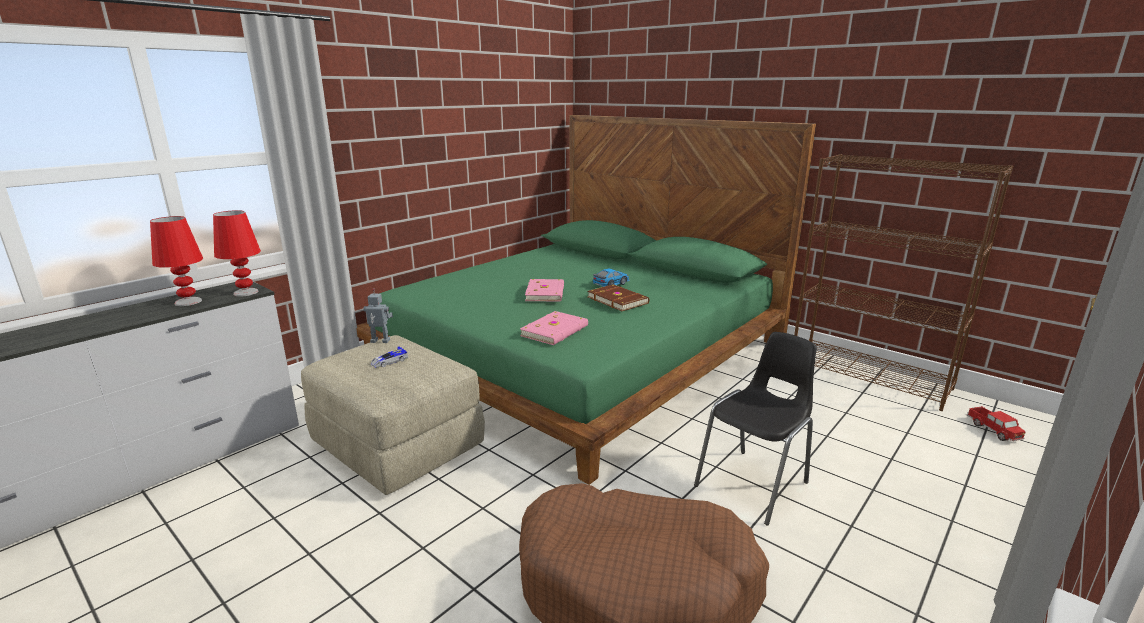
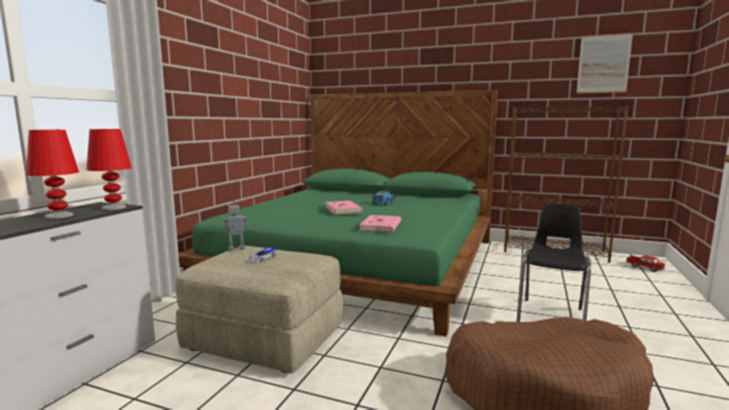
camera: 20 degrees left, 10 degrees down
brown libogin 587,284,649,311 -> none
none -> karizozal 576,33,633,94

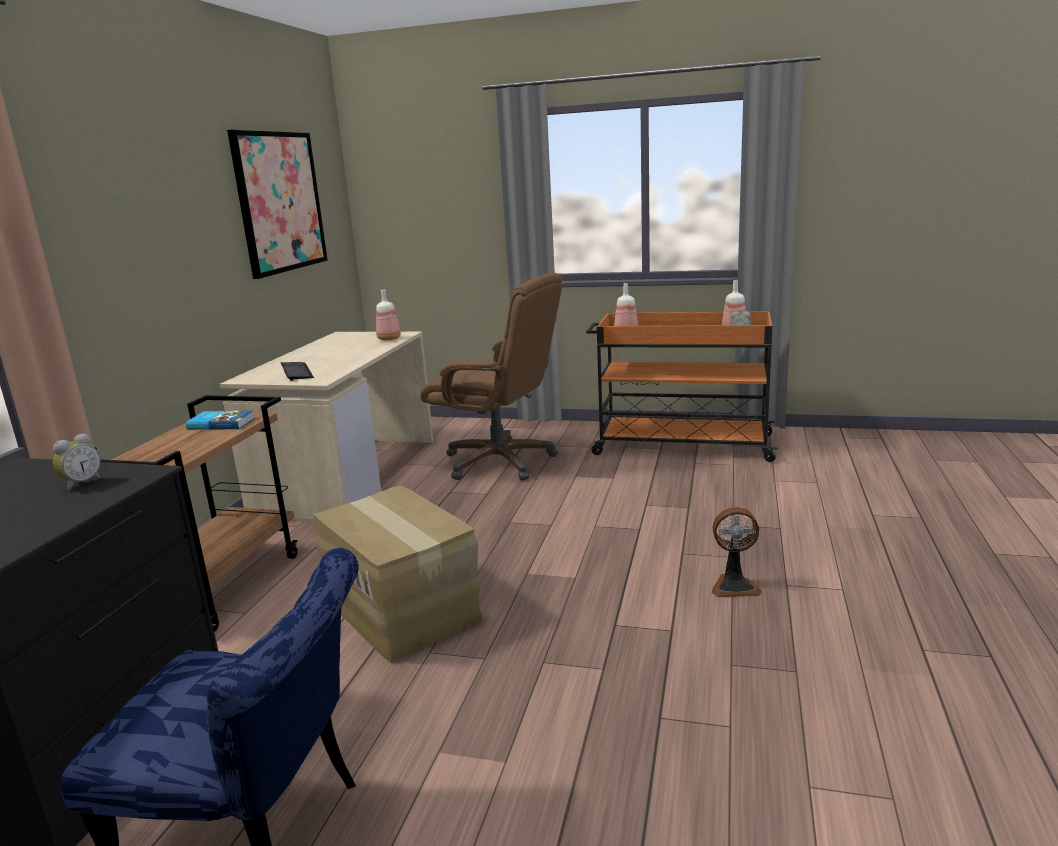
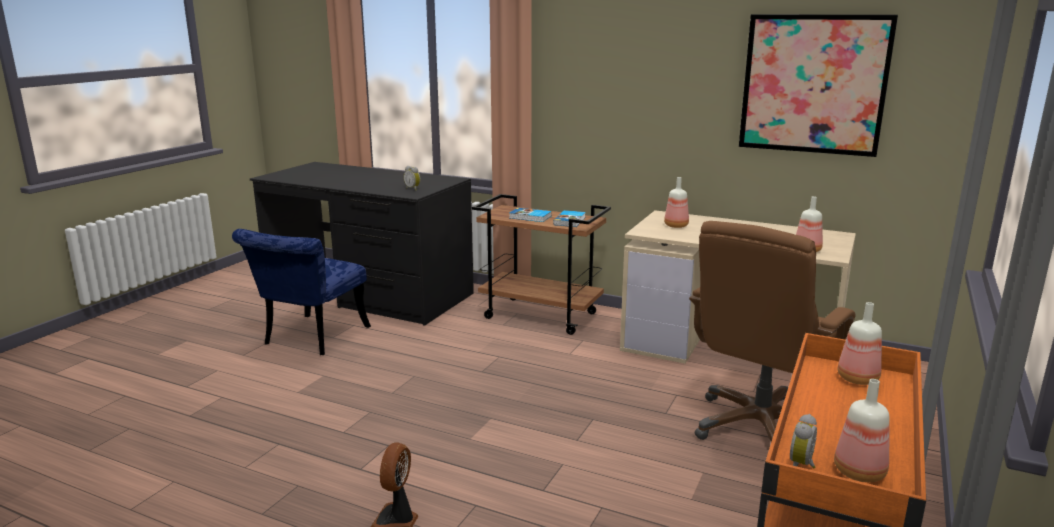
camera: 100 degrees right, 0 degrees up
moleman 281,362,314,381 -> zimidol 664,177,689,228
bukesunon 314,485,483,663 -> none
none -> libogin 509,208,552,222

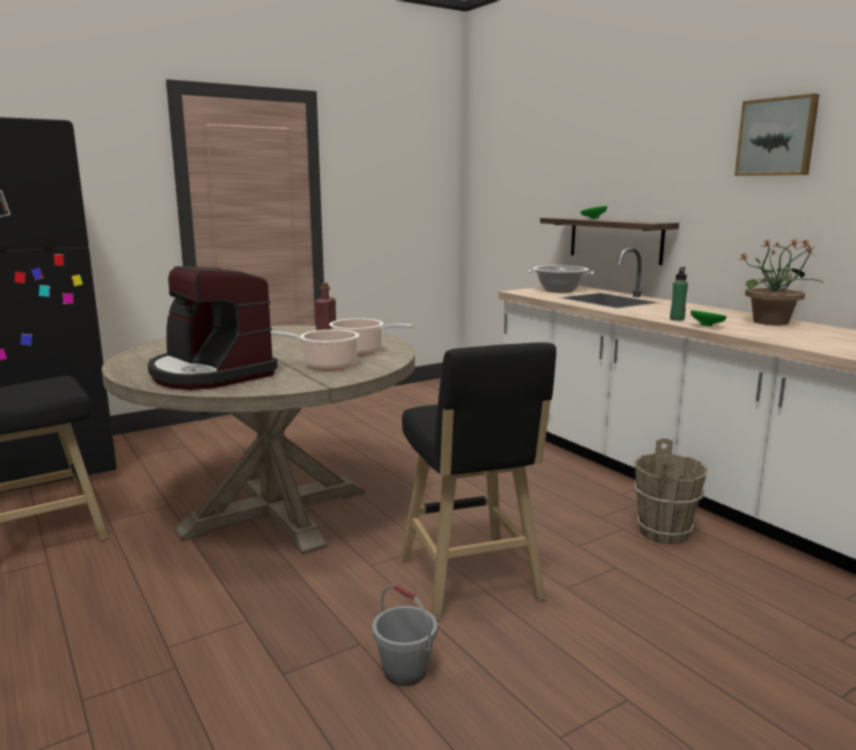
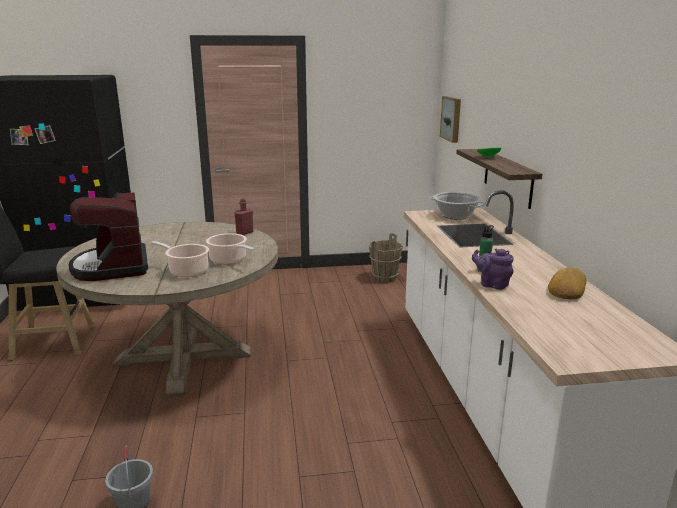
camera: 25 degrees right, 5 degrees up
karizozal 735,94,819,176 -> karizozal 440,96,461,143, relocated
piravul 740,238,824,325 -> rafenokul 548,268,586,300
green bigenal 691,310,727,327 -> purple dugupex 472,249,514,290
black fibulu 400,342,556,621 -> none
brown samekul 634,438,708,545 -> brown samekul 369,233,403,283, relocated

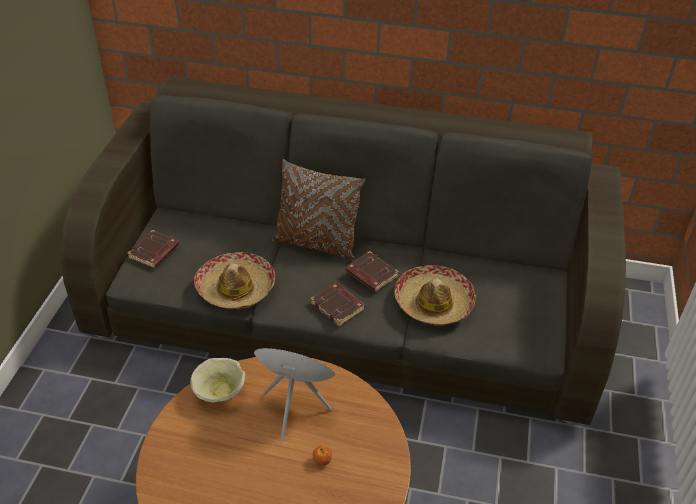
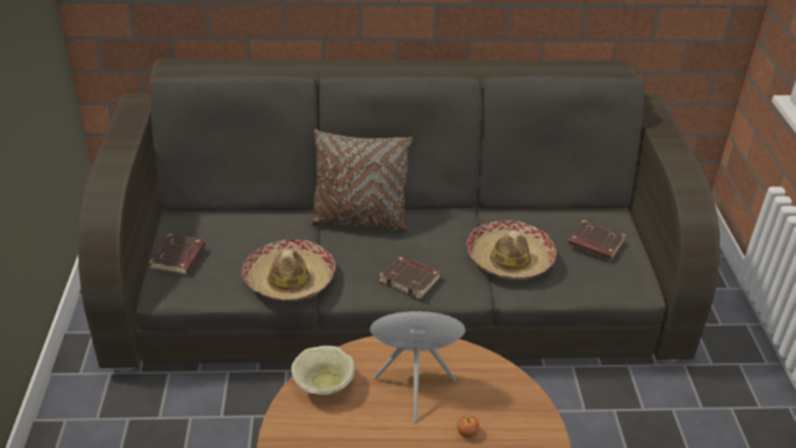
camera: 15 degrees left, 5 degrees down
brown libogin 346,251,399,292 -> brown libogin 568,220,626,260, relocated

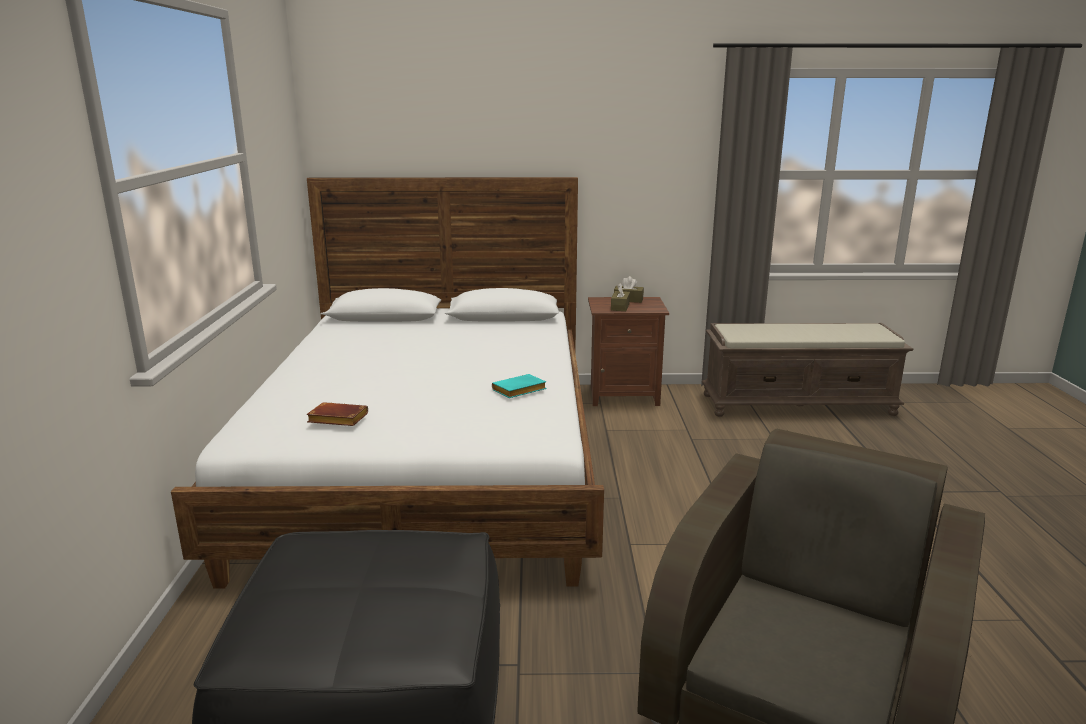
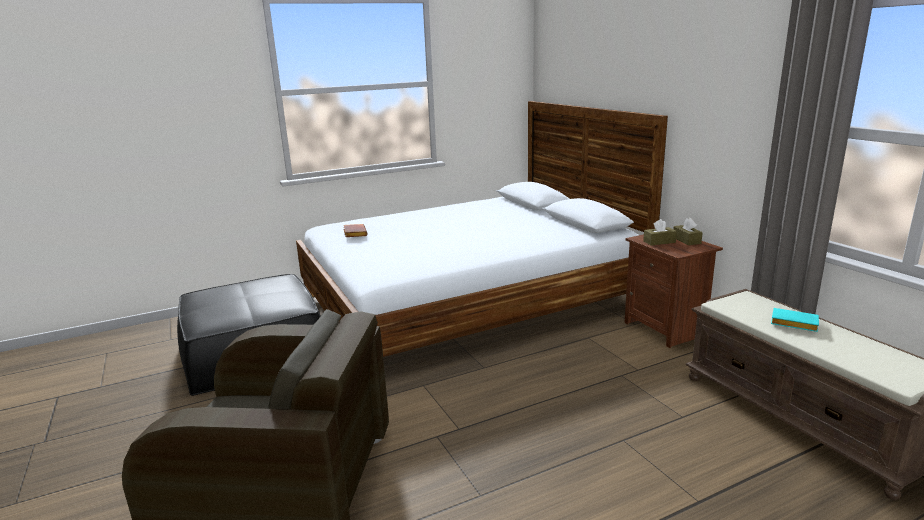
camera: 65 degrees right, 0 degrees up
turquoise libogin 492,374,547,398 -> turquoise libogin 771,308,819,332, relocated

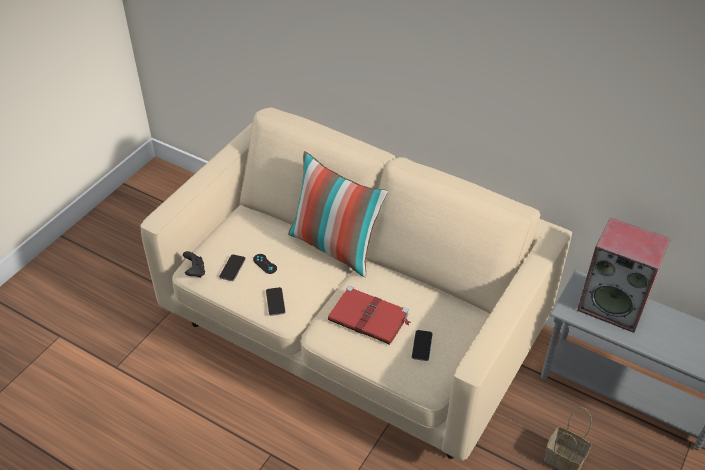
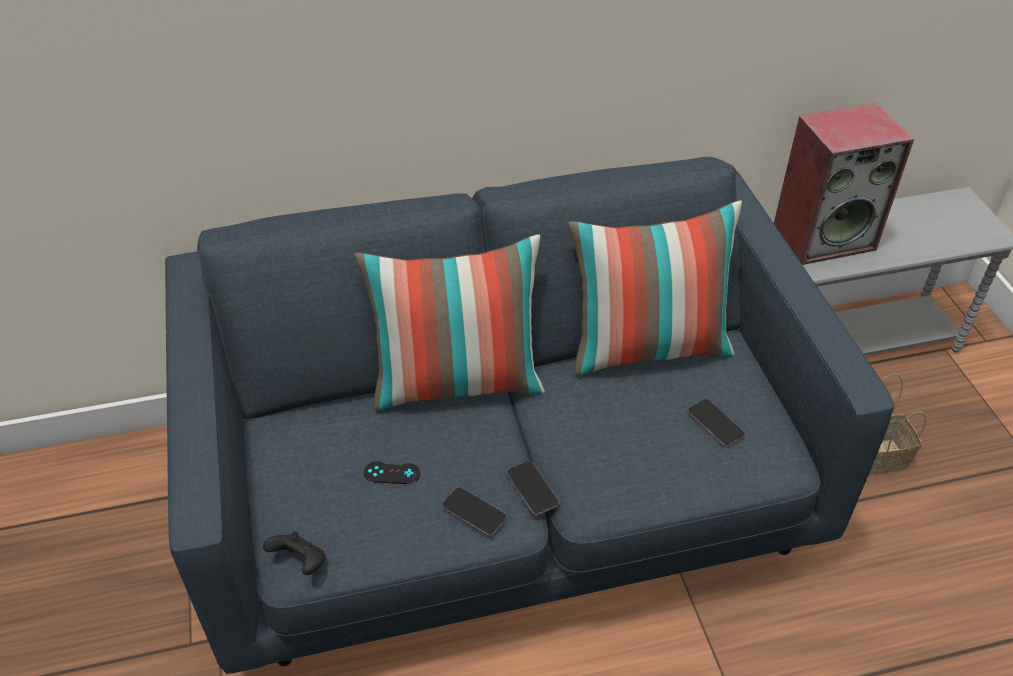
camera: 45 degrees left, 0 degrees up
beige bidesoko 140,107,572,461 -> blue bidesoko 165,157,894,674
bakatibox 219,254,246,281 -> bakatibox 507,461,559,516, relocated
red libogin 328,286,411,345 -> none
none -> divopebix 568,200,742,376

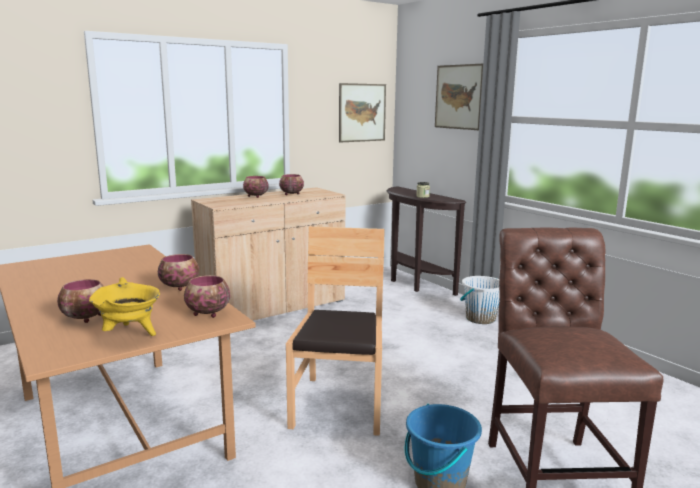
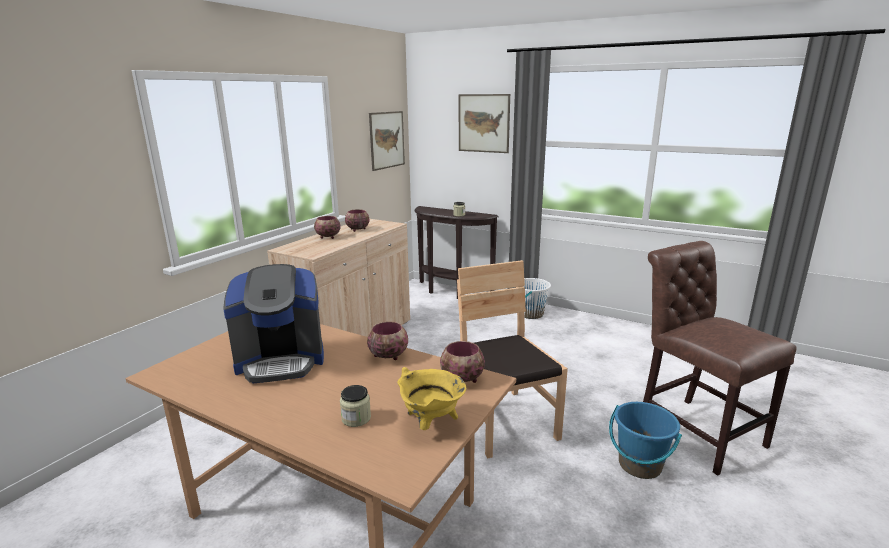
camera: 25 degrees left, 5 degrees up
bigenal 57,279,104,323 -> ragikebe 340,385,371,427
none -> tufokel 223,264,324,383

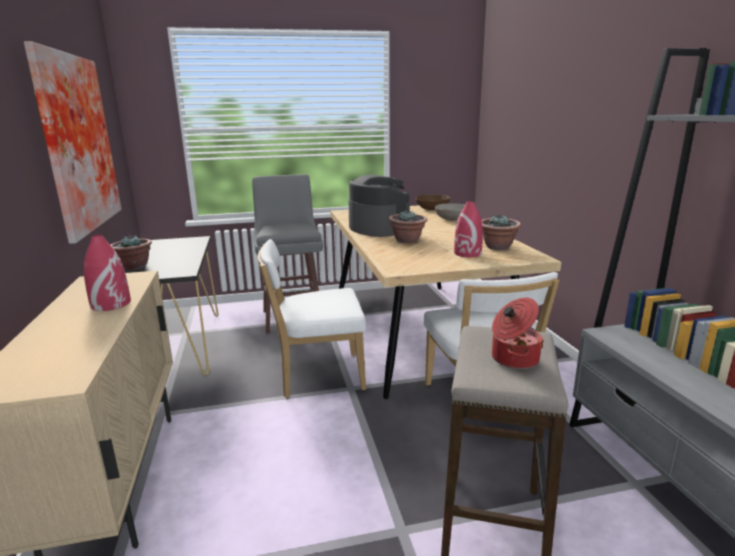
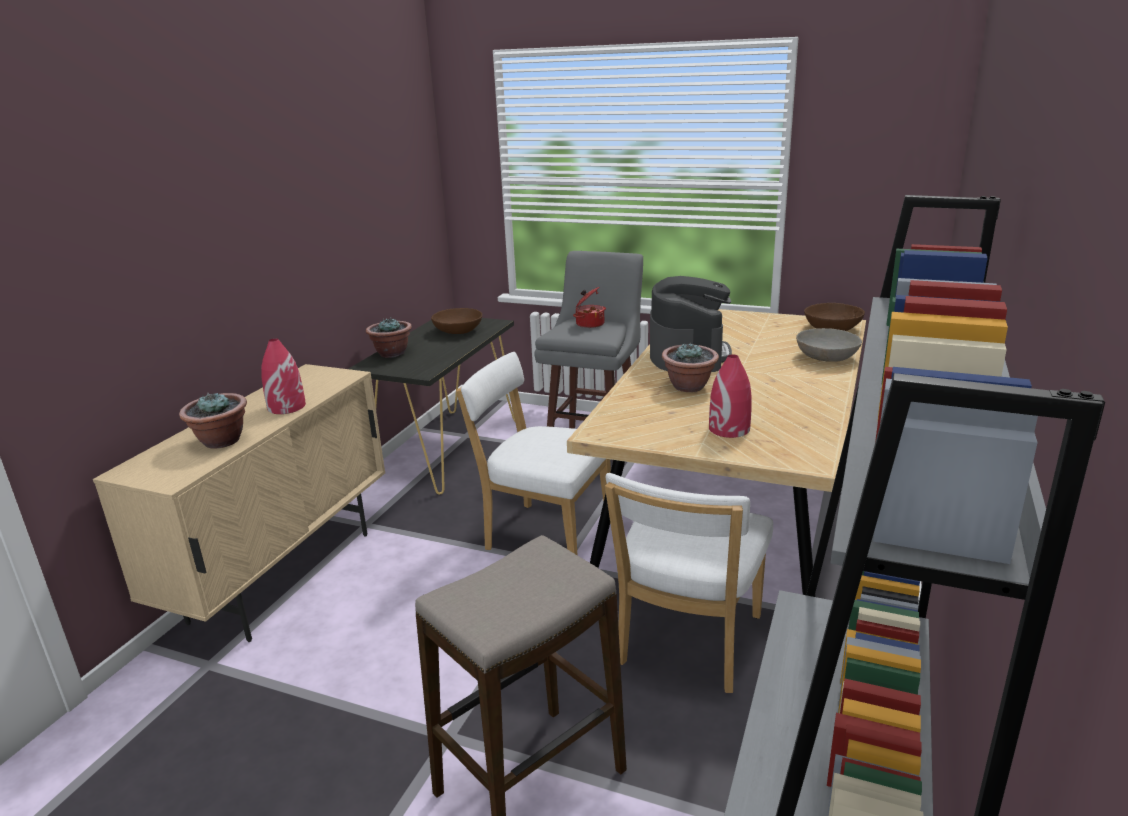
camera: 35 degrees right, 5 degrees up
karizozal 24,41,122,244 -> none
piravul 482,215,521,250 -> piravul 179,392,247,448, relocated
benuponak 492,298,544,369 -> benuponak 573,287,606,328, relocated
none -> brown bigenal 431,308,482,334

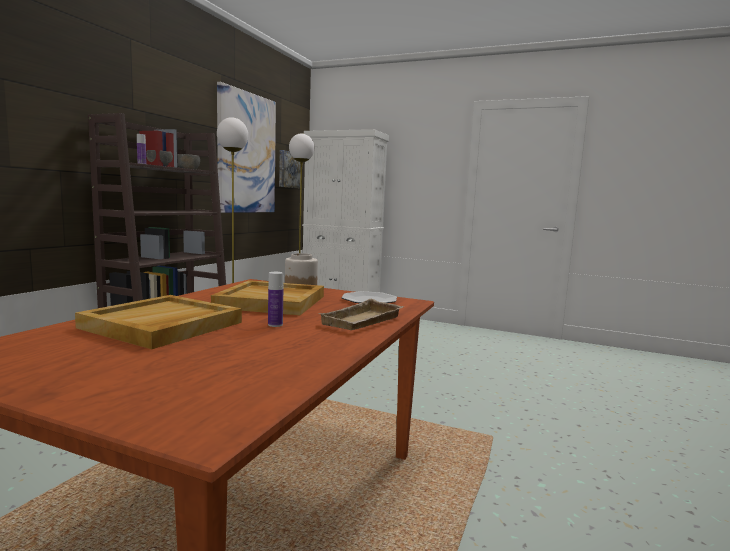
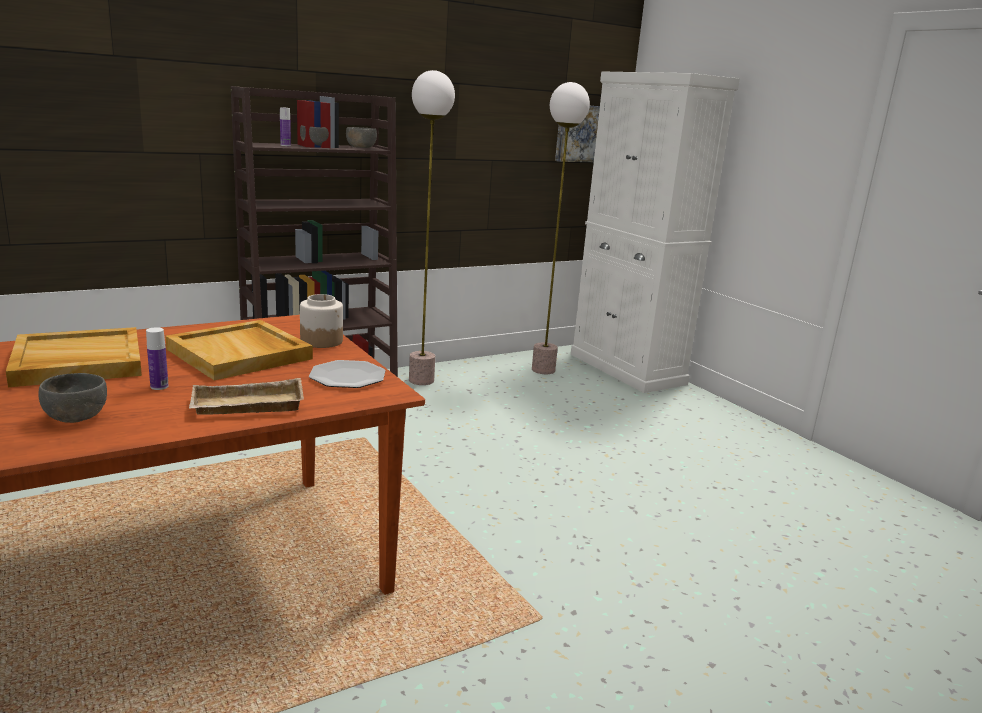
camera: 35 degrees right, 10 degrees up
karizozal 217,82,276,213 -> none
none -> grey bigenal 38,373,107,423

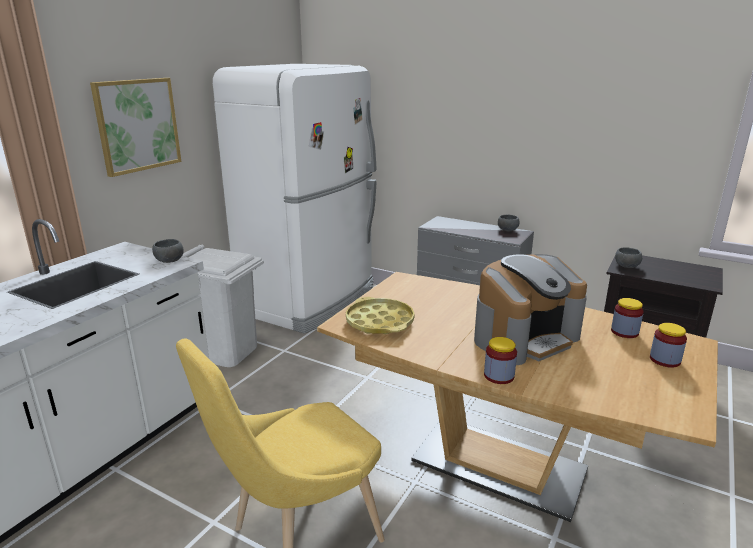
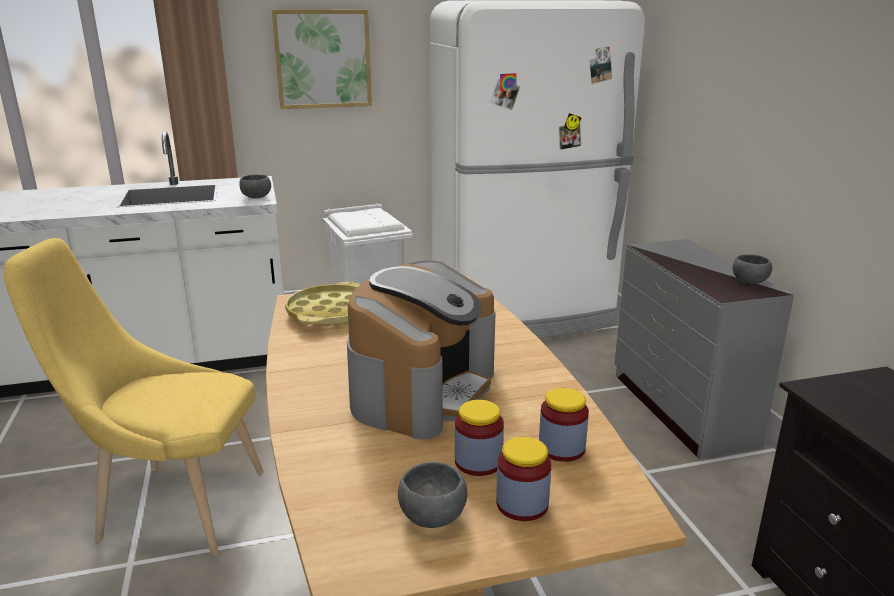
camera: 45 degrees right, 0 degrees up
grey bigenal 615,247,642,268 -> grey bigenal 398,462,467,528, relocated
tufokel 474,254,587,365 -> tufokel 347,261,496,440, 75 degrees counterclockwise
ragikebe 484,337,517,384 -> ragikebe 455,400,504,476, relocated

